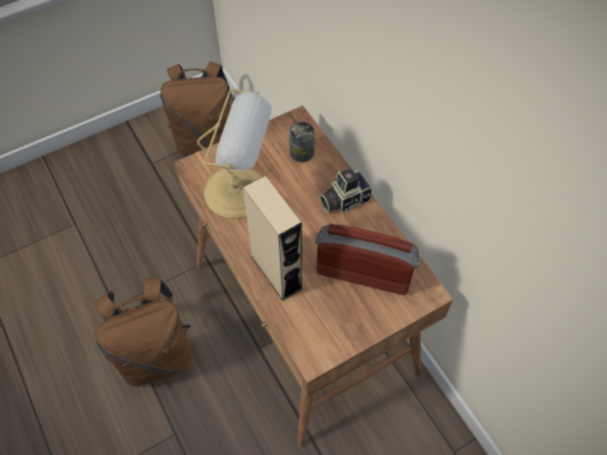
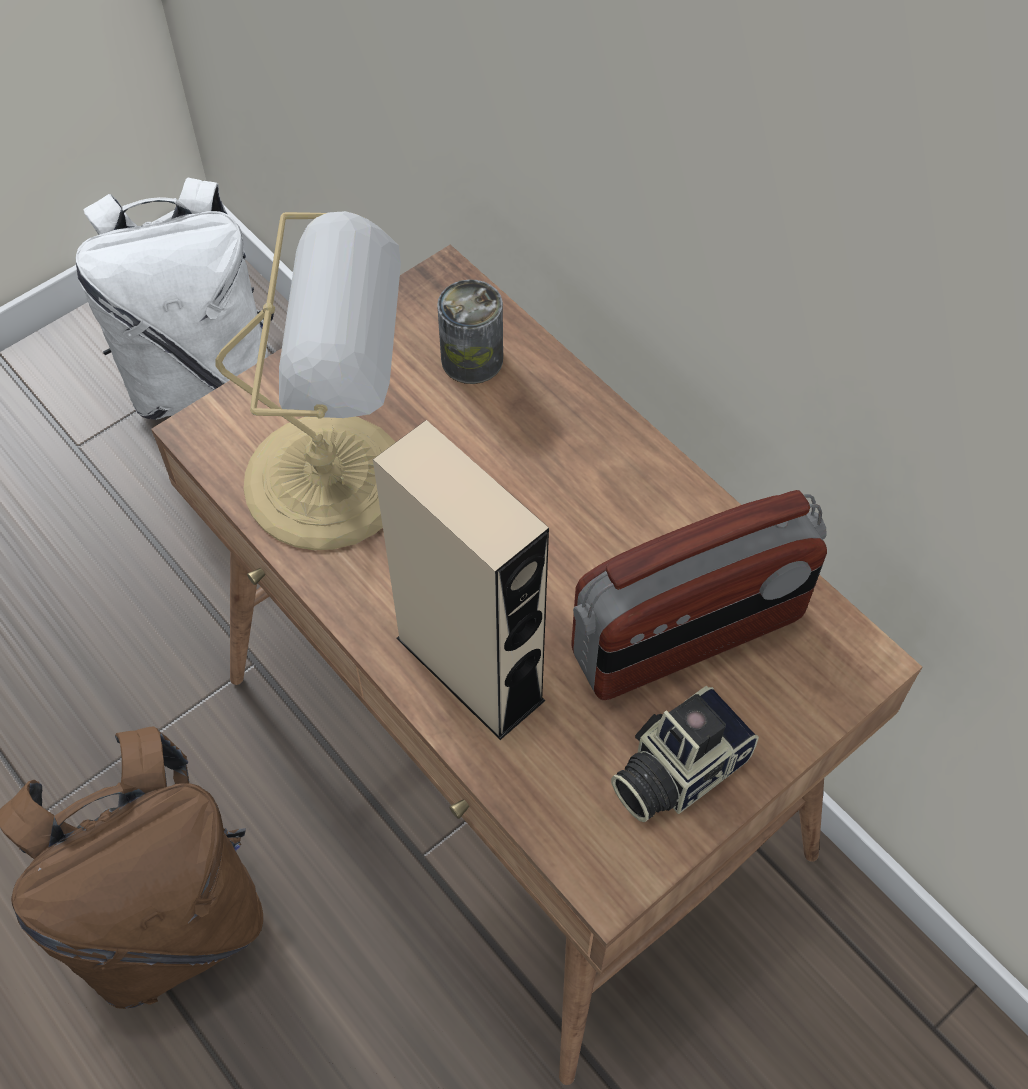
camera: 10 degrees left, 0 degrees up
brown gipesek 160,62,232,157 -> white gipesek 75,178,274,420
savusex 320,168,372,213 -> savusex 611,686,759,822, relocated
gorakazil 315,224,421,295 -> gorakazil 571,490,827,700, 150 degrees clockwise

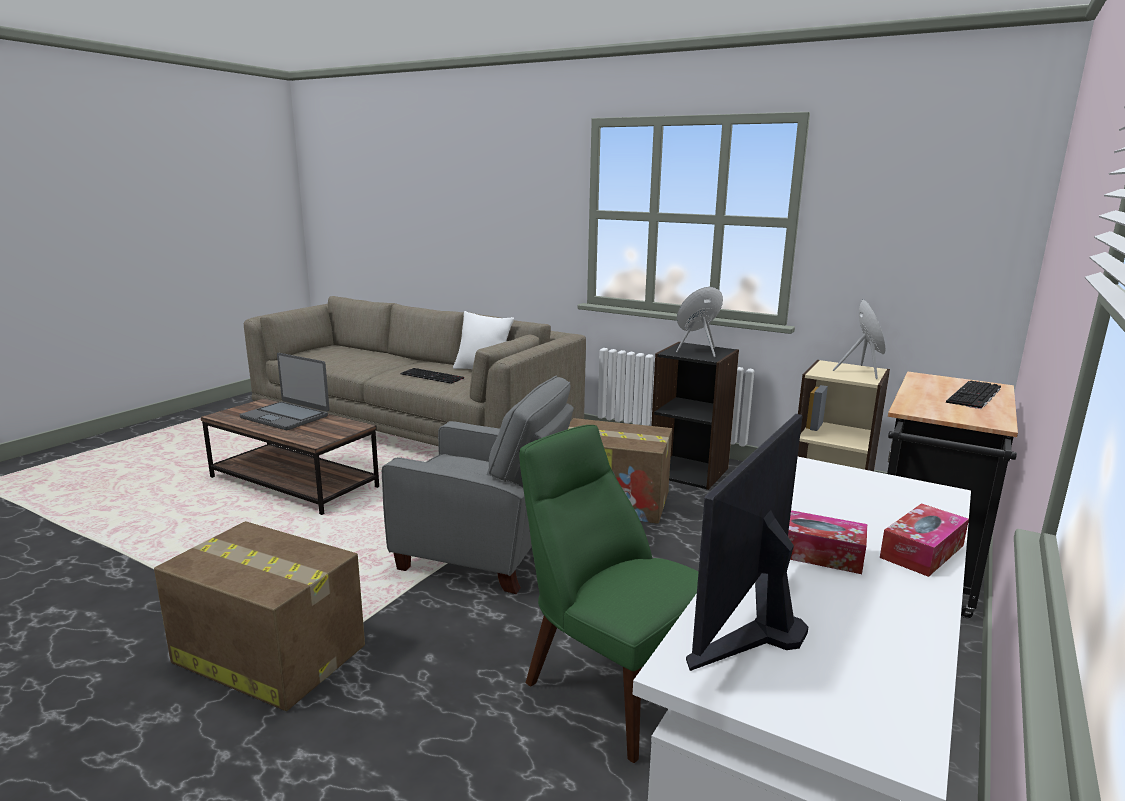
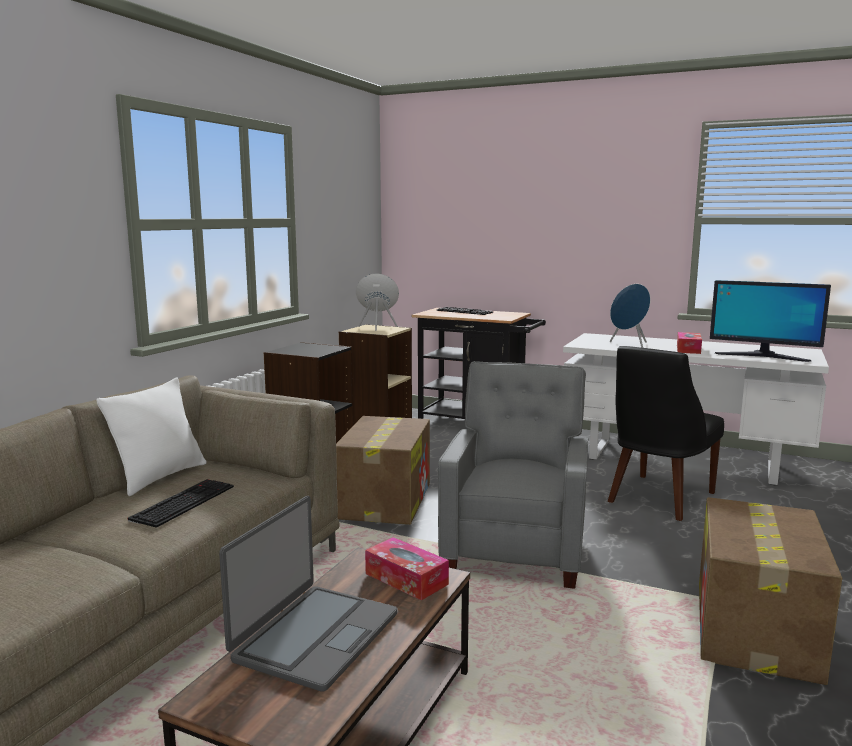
camera: 95 degrees left, 5 degrees down
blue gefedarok 676,287,723,357 -> blue gefedarok 610,284,651,348, relocated
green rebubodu 519,425,699,763 -> black rebubodu 608,346,724,521
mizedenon 880,503,969,577 -> mizedenon 365,537,449,600, relocated

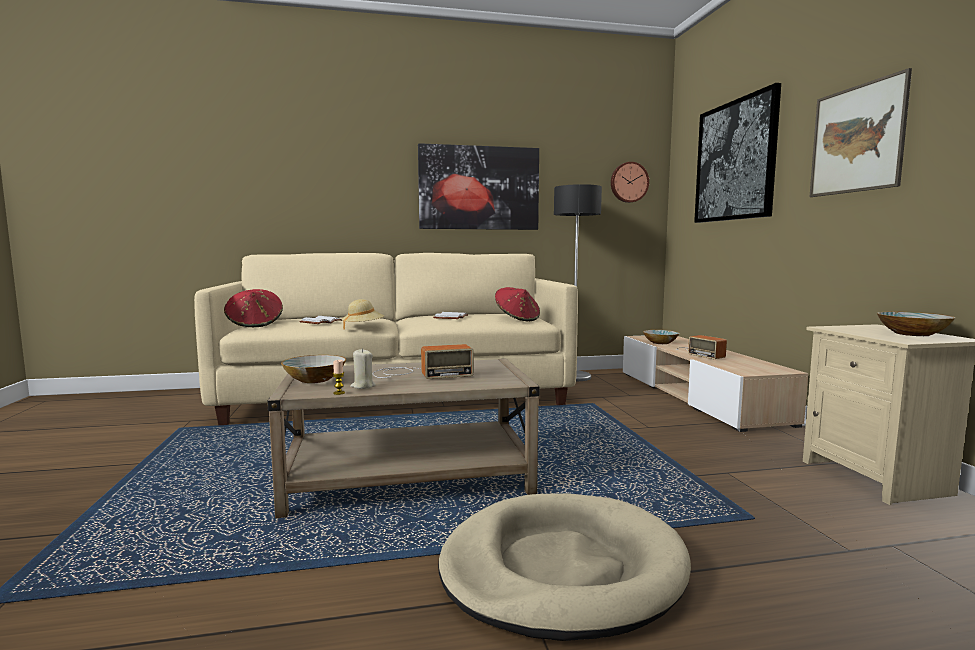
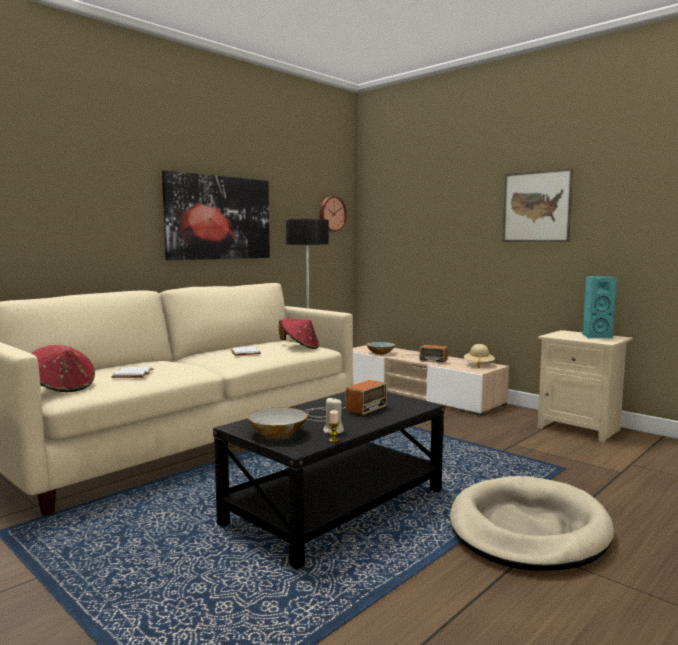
camera: 35 degrees left, 0 degrees up
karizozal 694,83,781,223 -> none
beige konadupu 341,299,384,330 -> beige konadupu 464,344,495,369, relocated
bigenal 877,312,955,336 -> turquoise gefedarok 582,276,617,338
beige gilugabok 267,359,540,518 -> black gilugabok 213,392,445,570

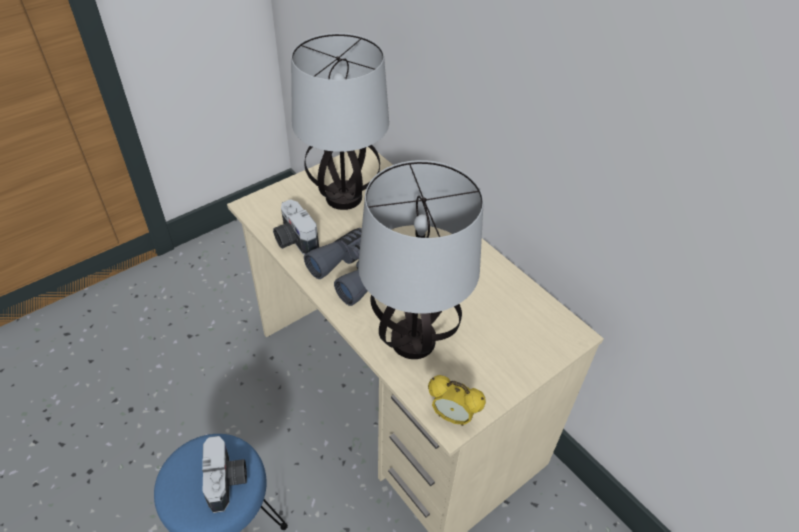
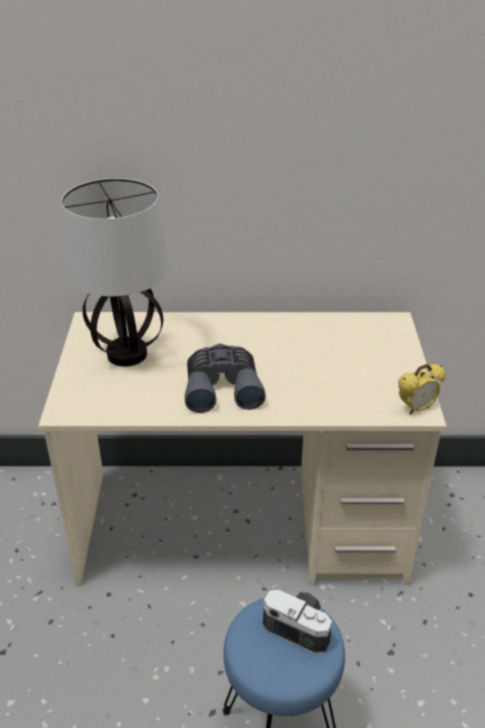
camera: 50 degrees left, 10 degrees down
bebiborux 358,160,484,359 -> none
savusex 273,199,319,255 -> none

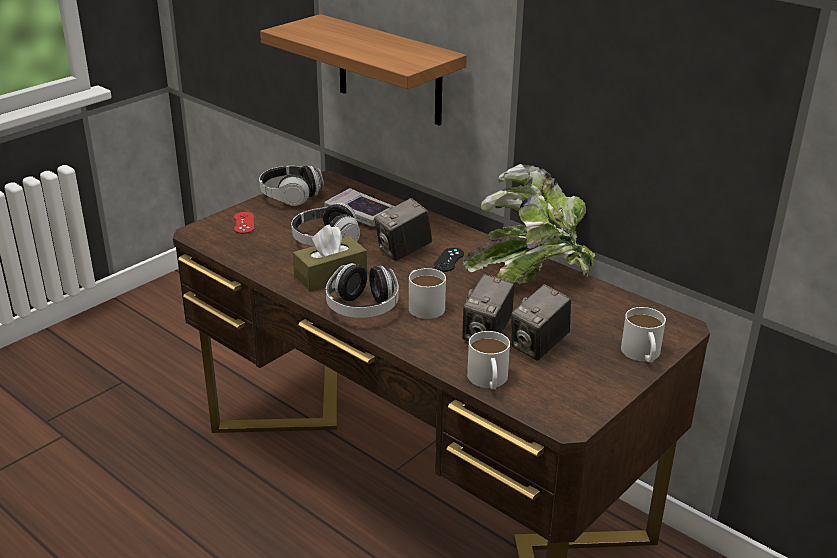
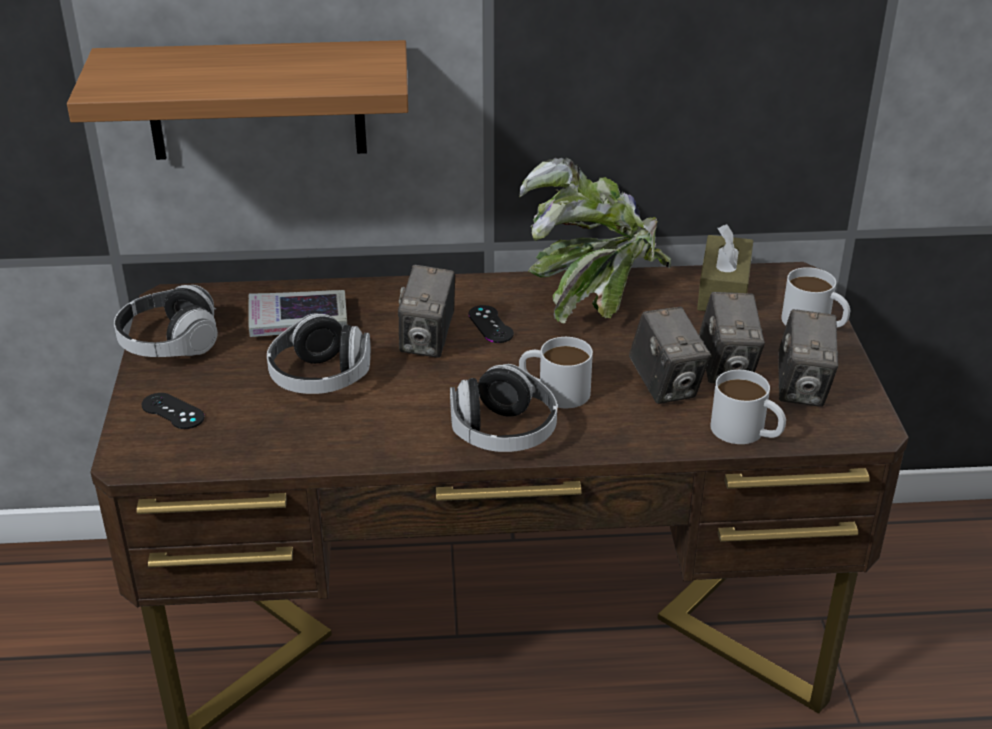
camera: 45 degrees left, 5 degrees up
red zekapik 234,212,254,234 -> black zekapik 142,393,205,429
brown mizedenon 293,224,367,292 -> brown mizedenon 697,224,753,311, relocated
none -> savusex 778,309,838,407

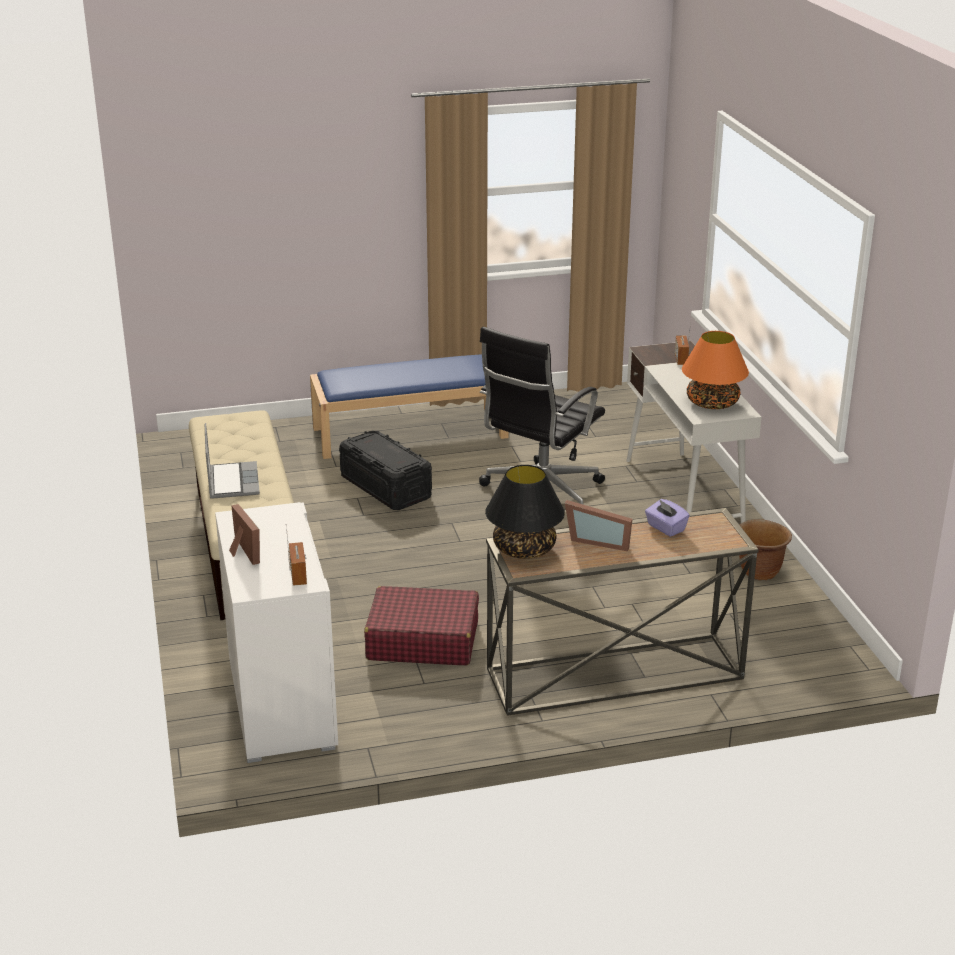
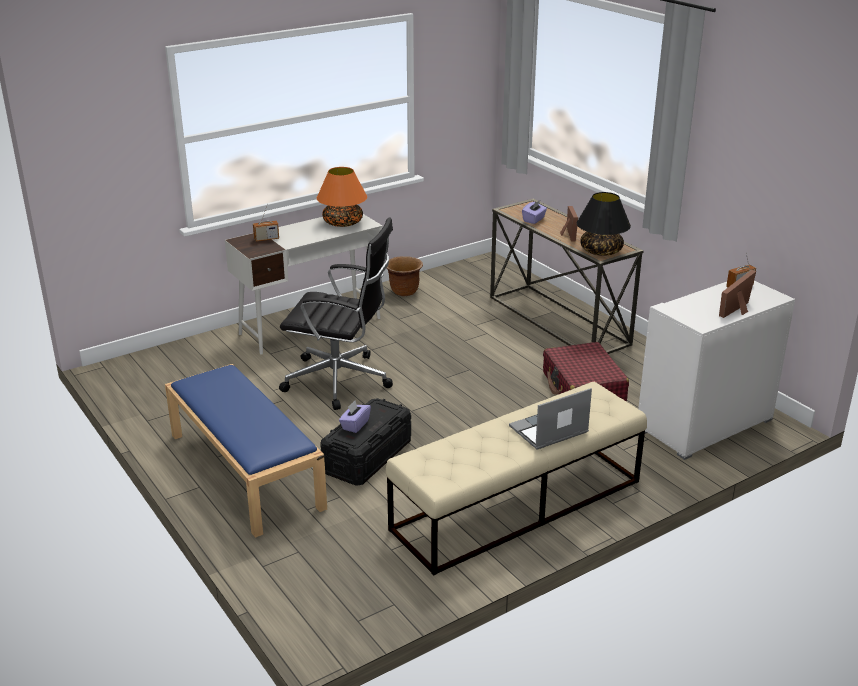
camera: 110 degrees left, 0 degrees up
none -> purple mizedenon 339,400,371,433

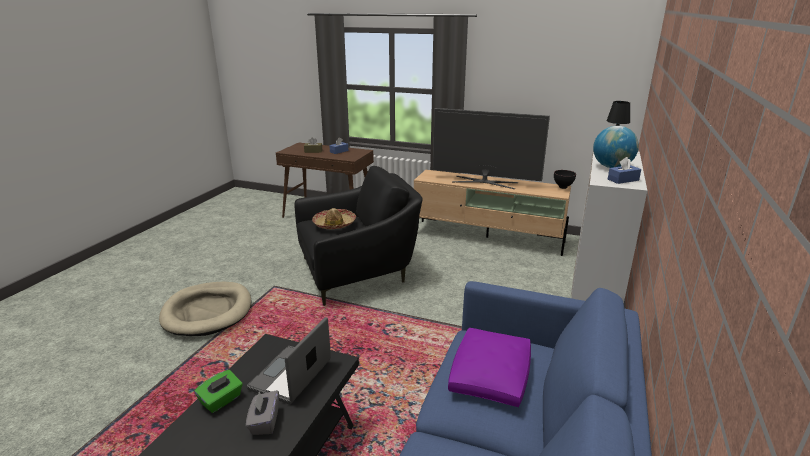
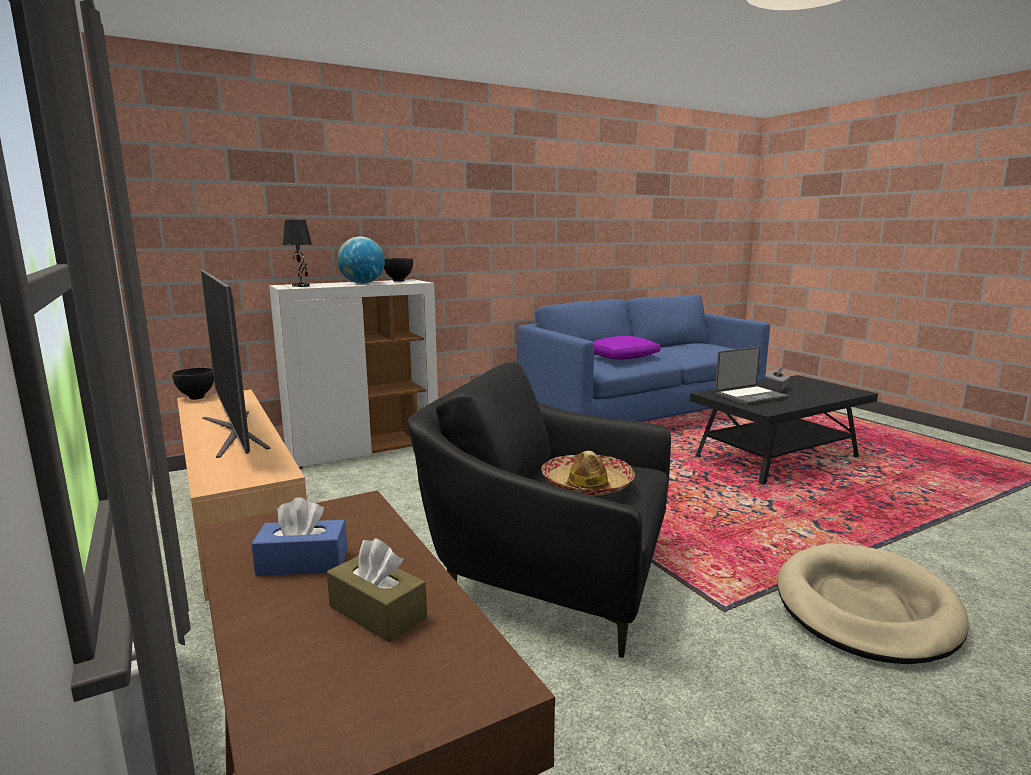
camera: 140 degrees left, 10 degrees down
blue mizedenon 608,157,641,184 -> black bigenal 384,258,413,282
green mizedenon 194,370,243,413 -> none

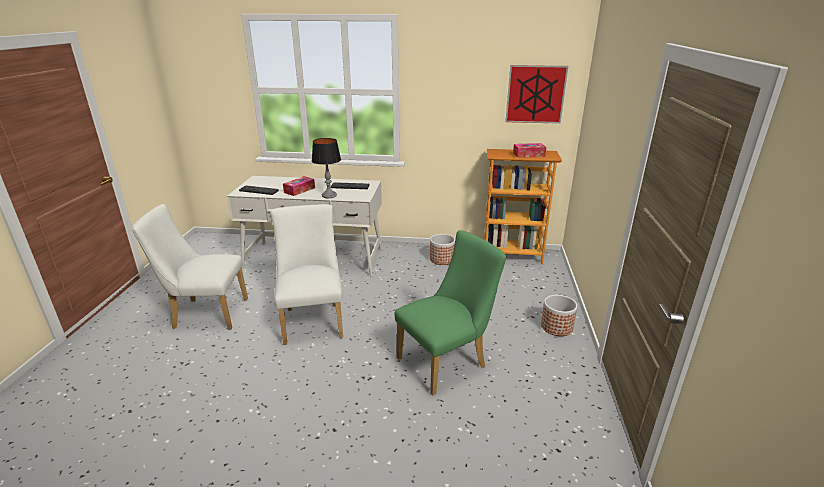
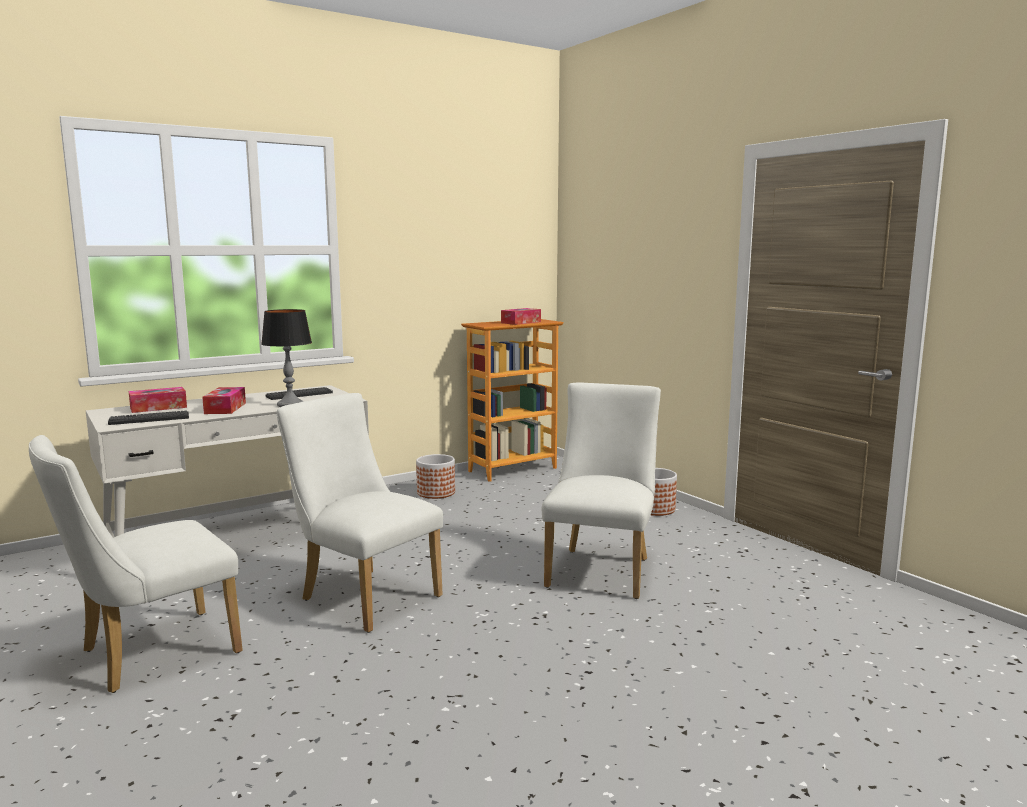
camera: 40 degrees left, 15 degrees down
karizozal 505,65,568,124 -> none
green rebubodu 395,230,506,395 -> white rebubodu 542,382,661,599
none -> mizedenon 128,387,187,413

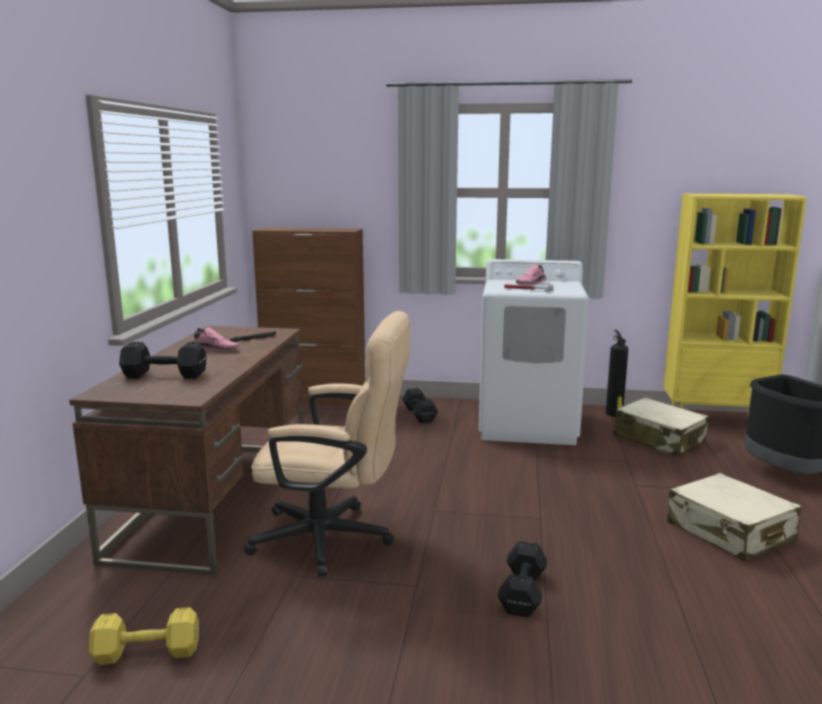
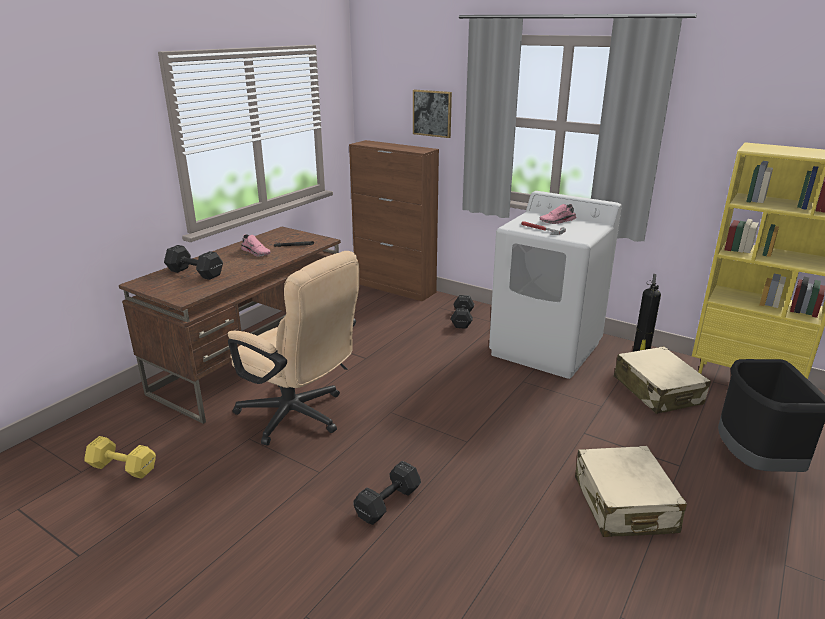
camera: 25 degrees right, 10 degrees up
none -> karizozal 413,89,452,138

